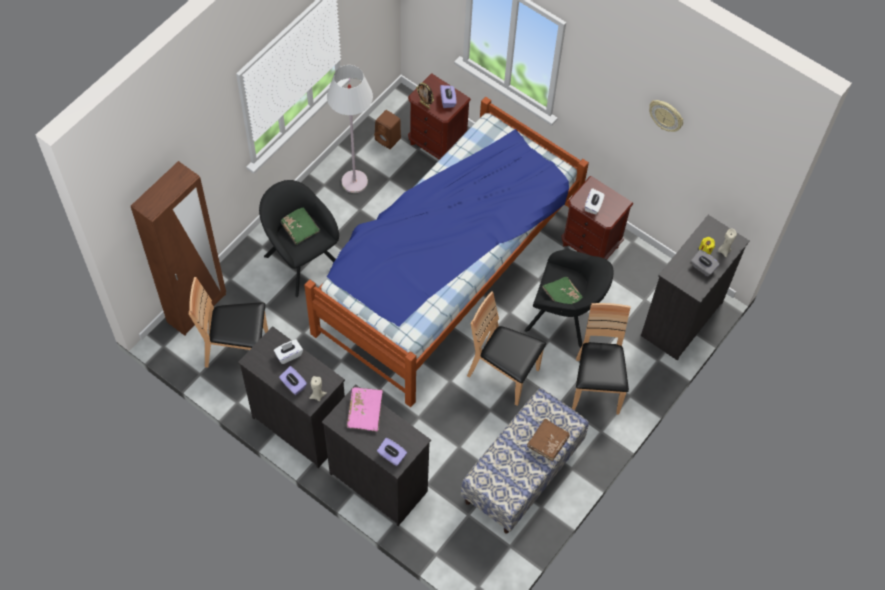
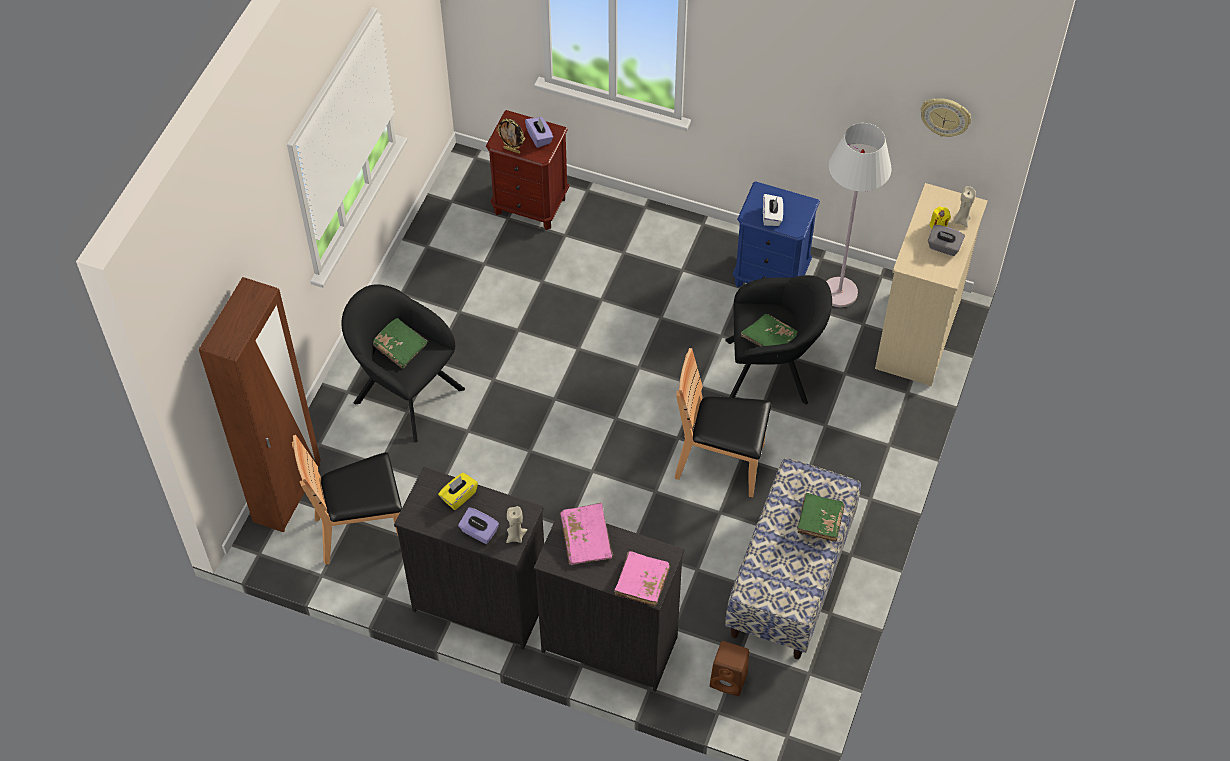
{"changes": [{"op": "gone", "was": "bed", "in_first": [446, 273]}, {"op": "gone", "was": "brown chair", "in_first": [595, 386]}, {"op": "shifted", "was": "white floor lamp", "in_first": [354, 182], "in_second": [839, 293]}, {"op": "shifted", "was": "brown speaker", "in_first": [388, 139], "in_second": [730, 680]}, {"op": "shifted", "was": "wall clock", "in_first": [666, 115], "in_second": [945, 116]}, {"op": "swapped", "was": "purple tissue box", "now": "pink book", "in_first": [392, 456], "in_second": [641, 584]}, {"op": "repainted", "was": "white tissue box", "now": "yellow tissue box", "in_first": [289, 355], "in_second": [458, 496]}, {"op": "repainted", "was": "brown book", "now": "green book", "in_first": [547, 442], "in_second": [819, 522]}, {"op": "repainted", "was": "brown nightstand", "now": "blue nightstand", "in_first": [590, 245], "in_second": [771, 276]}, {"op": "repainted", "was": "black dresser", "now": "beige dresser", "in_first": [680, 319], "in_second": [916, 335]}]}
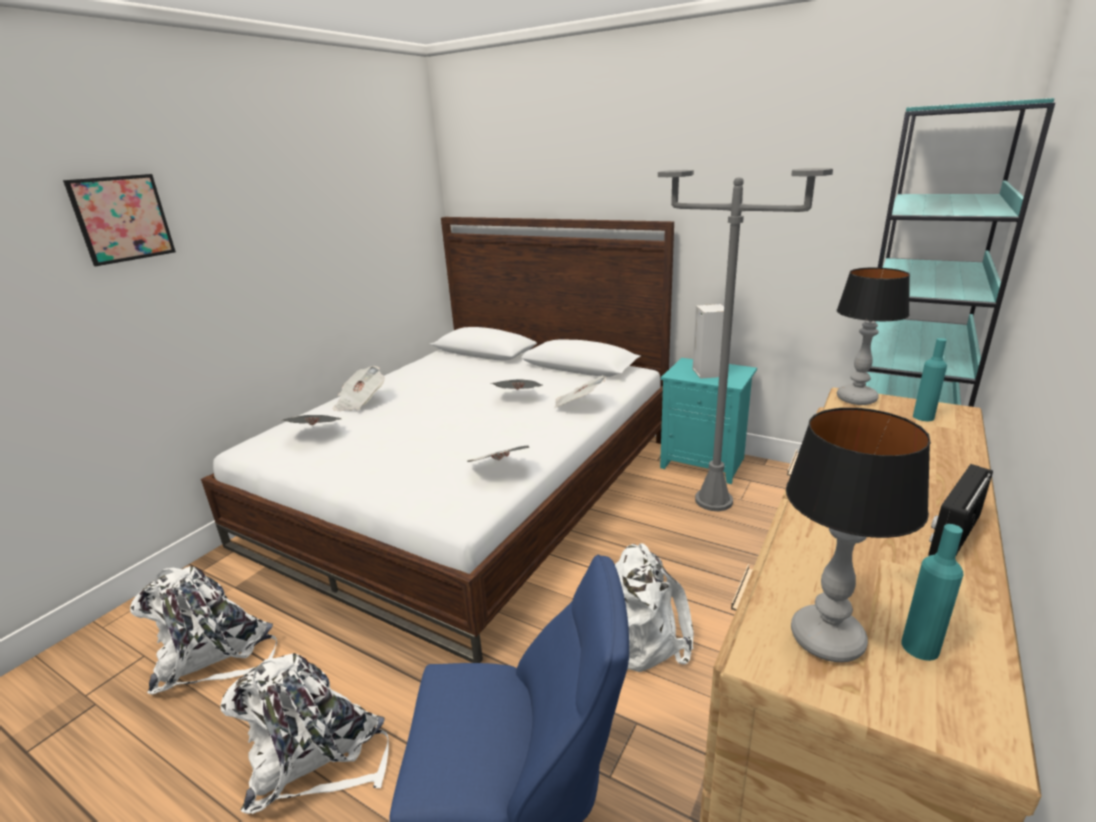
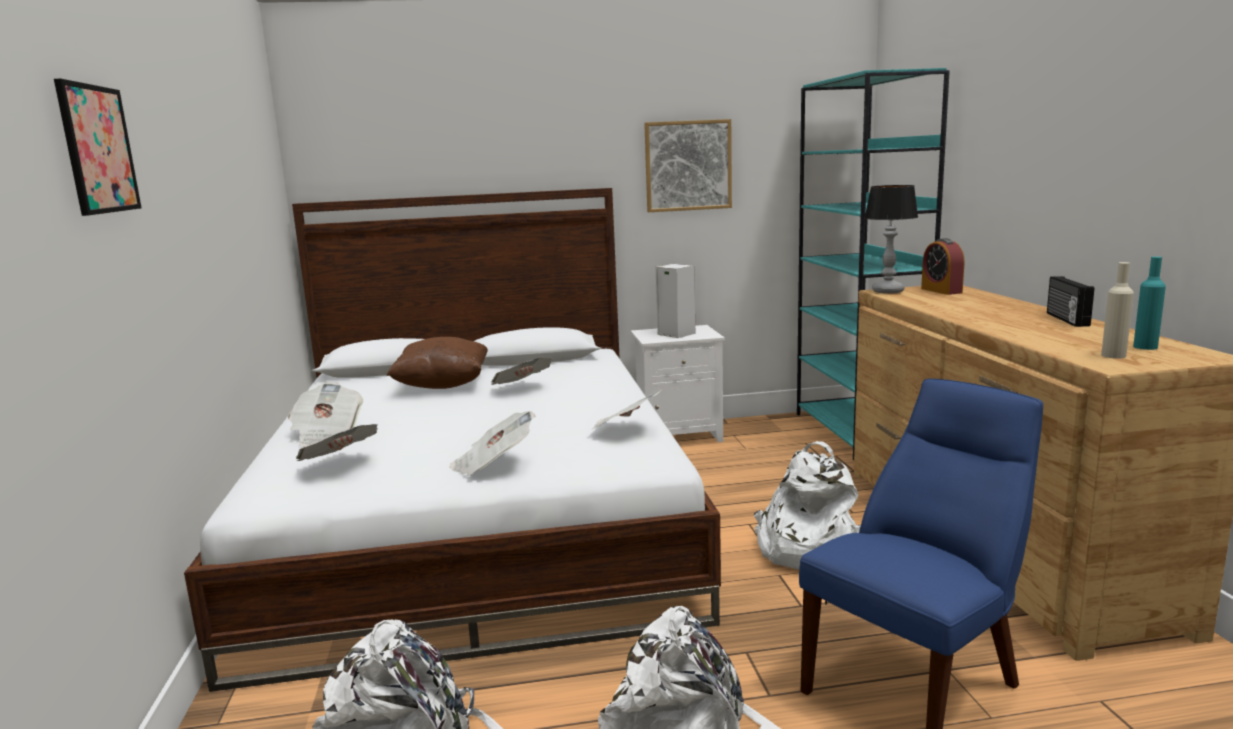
{"changes": [{"op": "gone", "was": "grey floor lamp", "in_first": [713, 500]}, {"op": "new", "now": "brown pillow", "in_second": [443, 385]}, {"op": "new", "now": "picture", "in_second": [688, 166]}, {"op": "shifted", "was": "newspaper", "in_first": [578, 405], "in_second": [493, 465]}, {"op": "swapped", "was": "table lamp", "now": "beige bottle", "in_first": [826, 639], "in_second": [1113, 355]}, {"op": "swapped", "was": "turquoise bottle", "now": "alarm clock", "in_first": [923, 417], "in_second": [941, 291]}, {"op": "repainted", "was": "turquoise nightstand", "now": "white nightstand", "in_first": [705, 463], "in_second": [679, 435]}]}
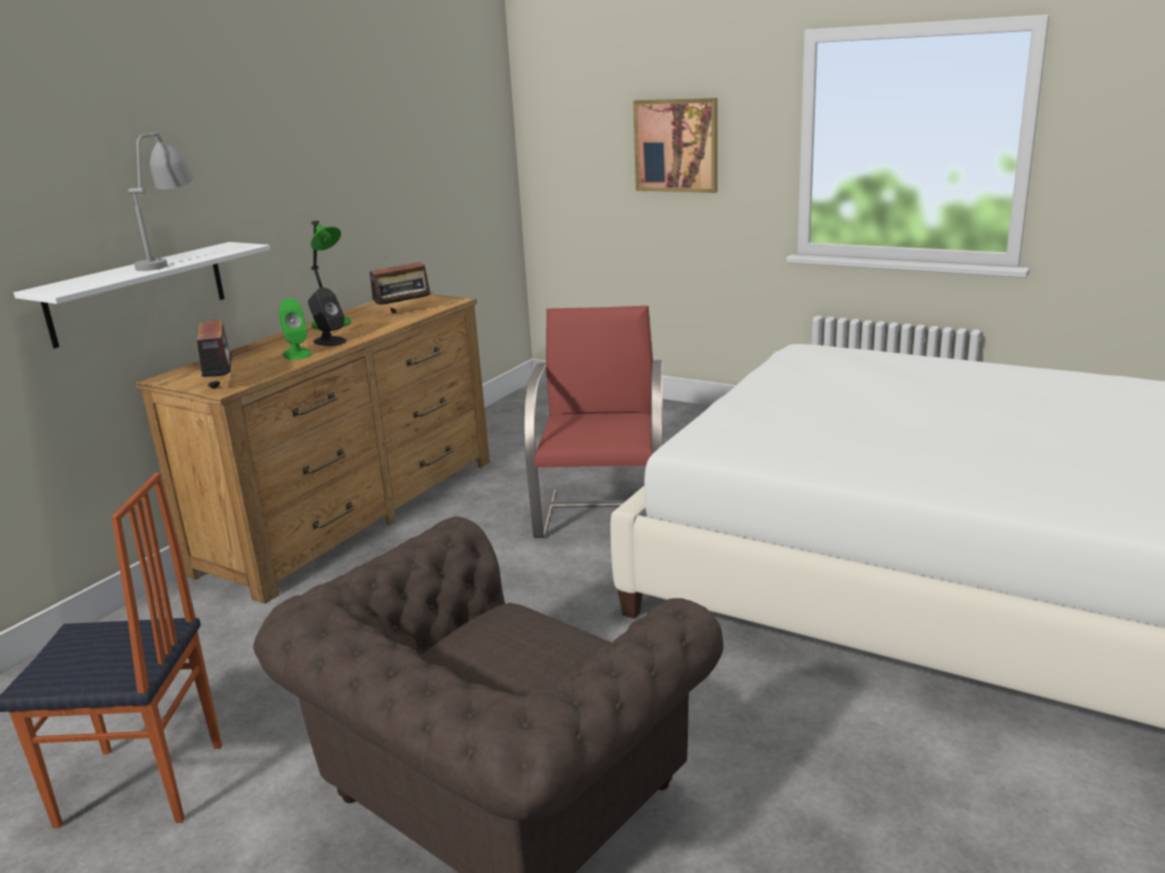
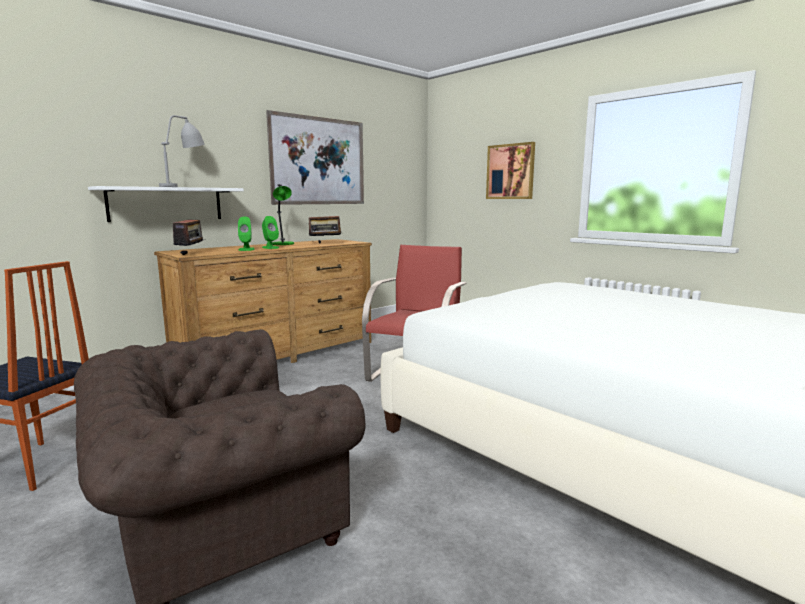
{"changes": [{"op": "new", "now": "picture", "in_second": [318, 161]}, {"op": "repainted", "was": "black speaker", "now": "green speaker", "in_first": [329, 341], "in_second": [270, 247]}]}
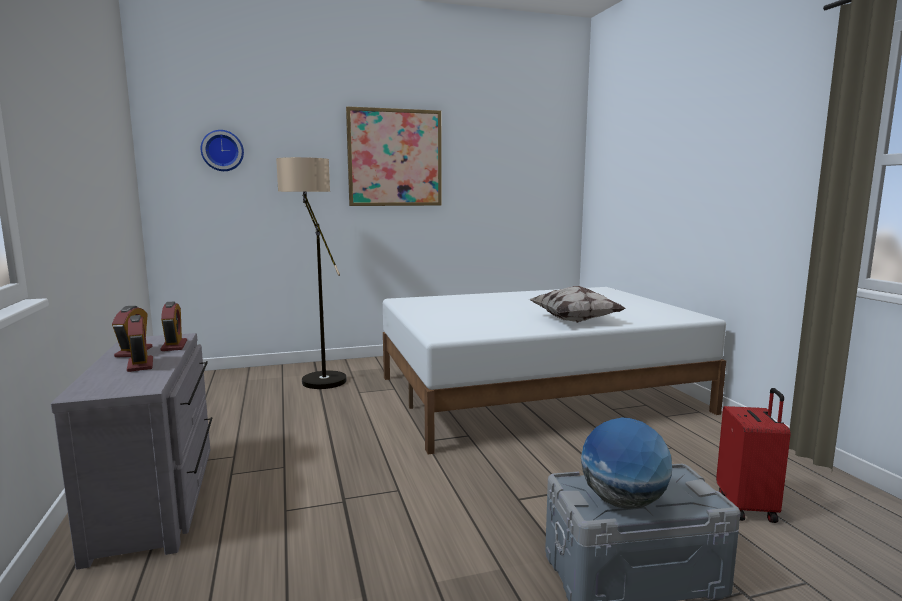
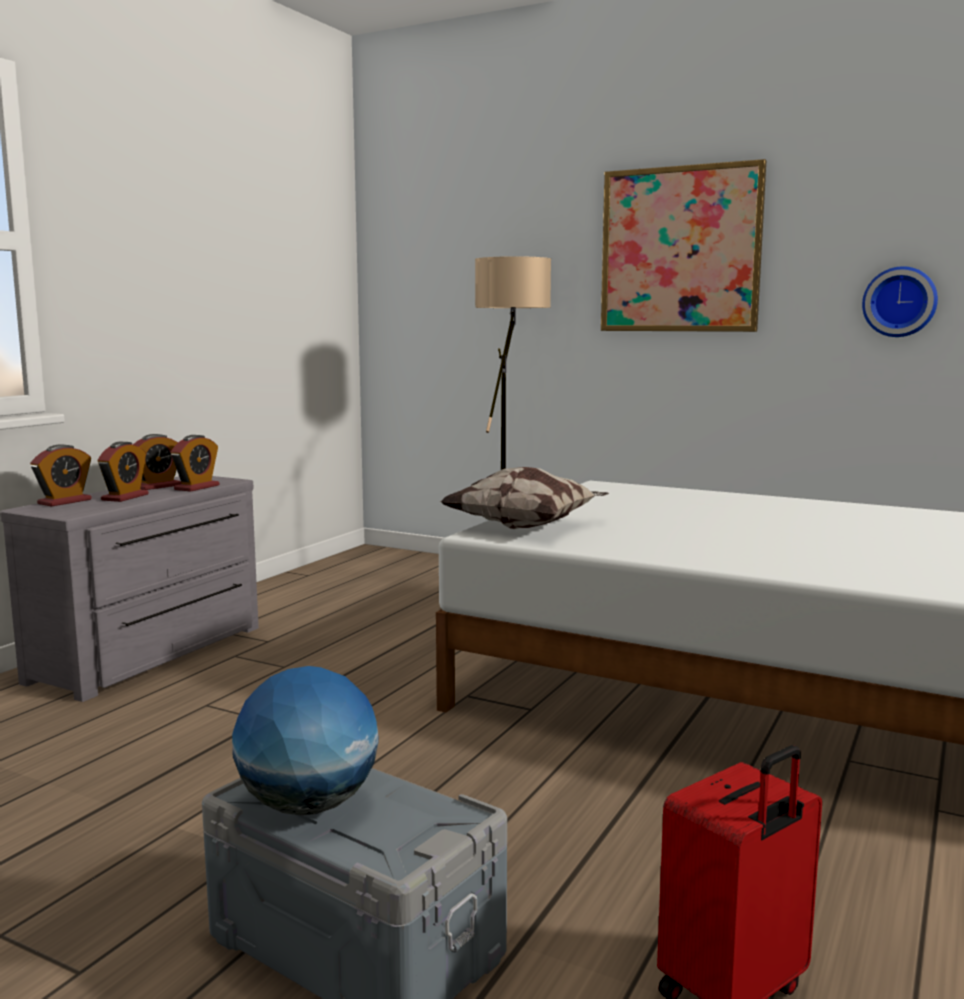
{"changes": [{"op": "new", "now": "alarm clock", "in_second": [64, 501]}, {"op": "shifted", "was": "wall clock", "in_first": [222, 150], "in_second": [899, 302]}, {"op": "shifted", "was": "pillow", "in_first": [575, 320], "in_second": [526, 526]}]}
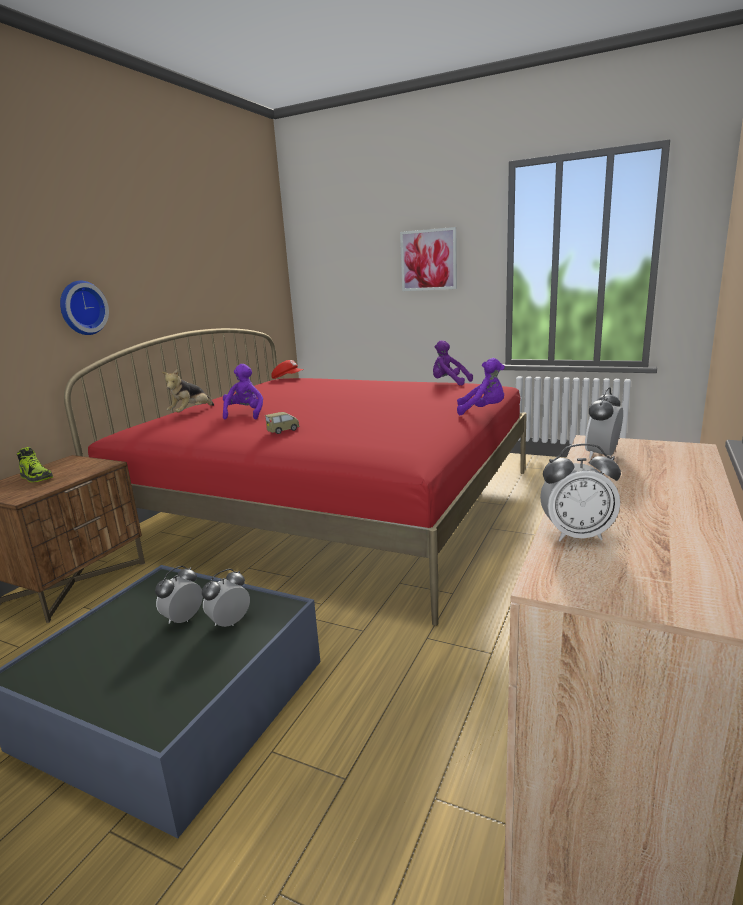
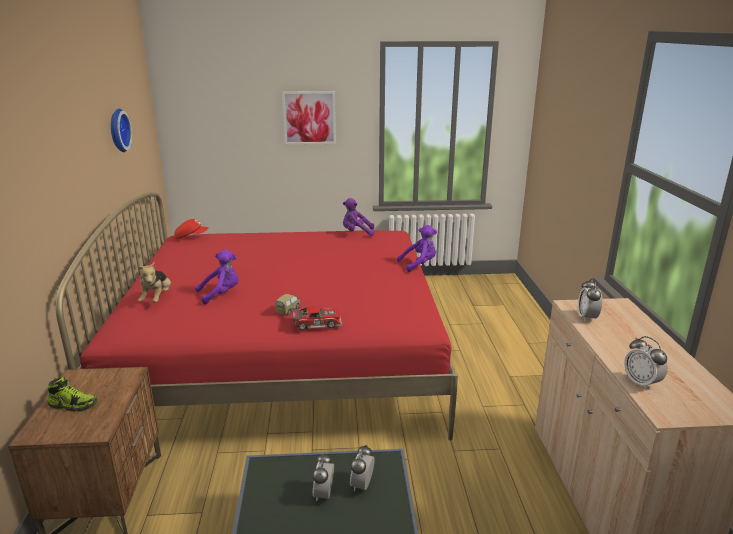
{"changes": [{"op": "new", "now": "toy car", "in_second": [317, 322]}, {"op": "shifted", "was": "wall clock", "in_first": [81, 308], "in_second": [117, 130]}, {"op": "rotated", "was": "purple plush toy", "in_first": [245, 414], "in_second": [221, 294], "clockwise": 90}, {"op": "rotated", "was": "alarm clock", "in_first": [576, 535], "in_second": [641, 383], "clockwise": 90}]}
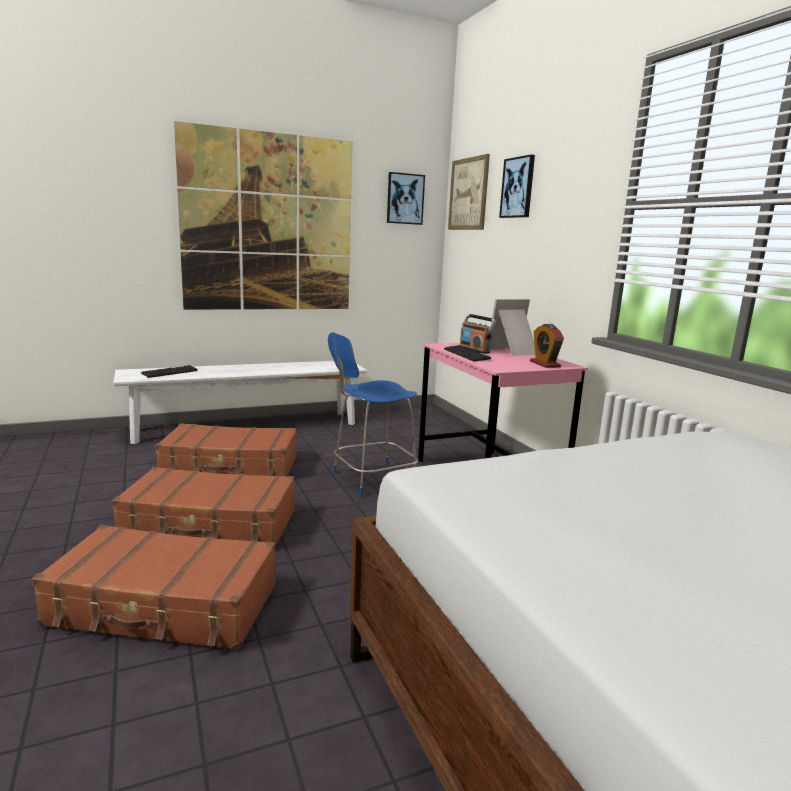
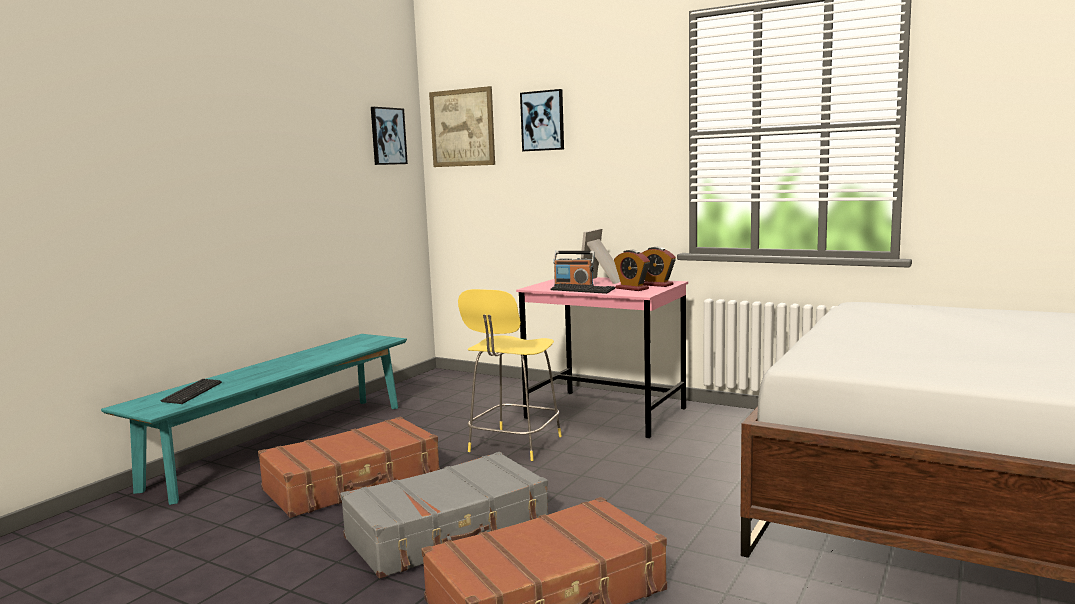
{"changes": [{"op": "gone", "was": "picture", "in_first": [269, 223]}, {"op": "new", "now": "alarm clock", "in_second": [632, 288]}, {"op": "repainted", "was": "brown suitcase", "now": "grey suitcase", "in_first": [210, 525], "in_second": [448, 532]}, {"op": "repainted", "was": "white bench", "now": "turquoise bench", "in_first": [247, 427], "in_second": [284, 444]}, {"op": "repainted", "was": "blue stool", "now": "yellow stool", "in_first": [371, 479], "in_second": [513, 445]}]}
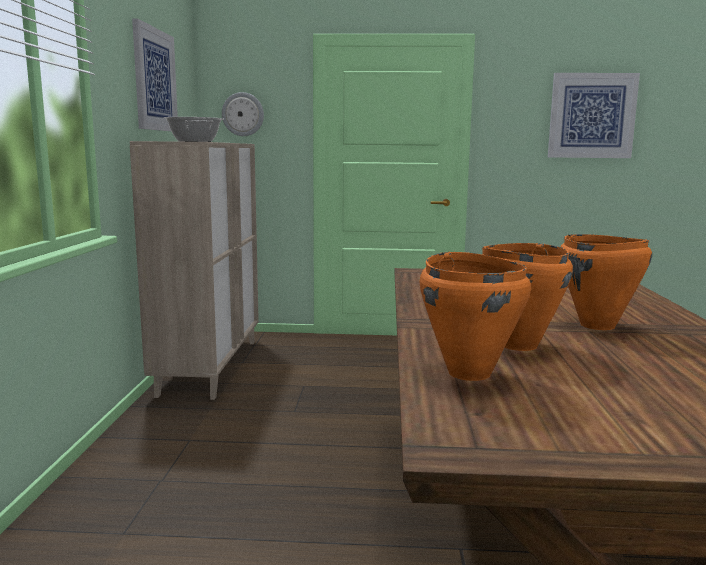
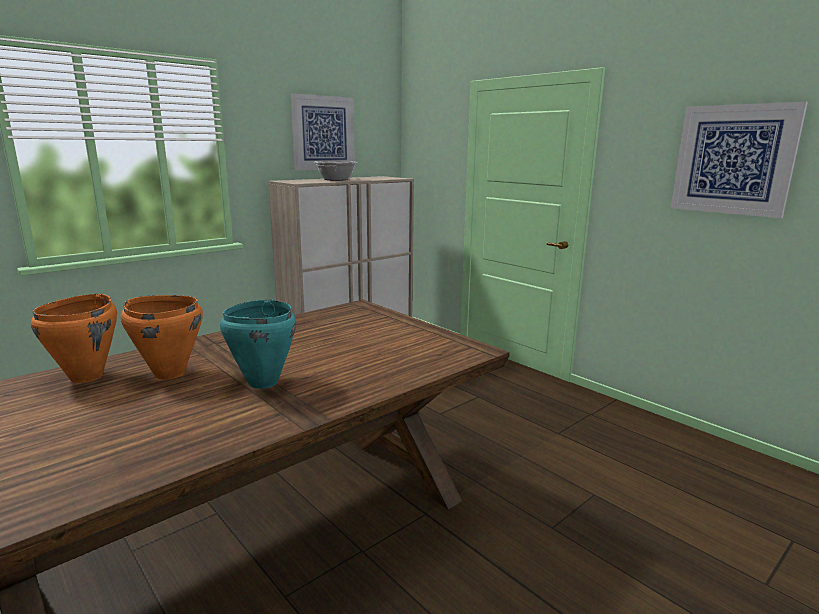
{"changes": [{"op": "gone", "was": "wall clock", "in_first": [243, 114]}, {"op": "repainted", "was": "orange cooking pot", "now": "turquoise cooking pot", "in_first": [597, 326], "in_second": [262, 382]}]}
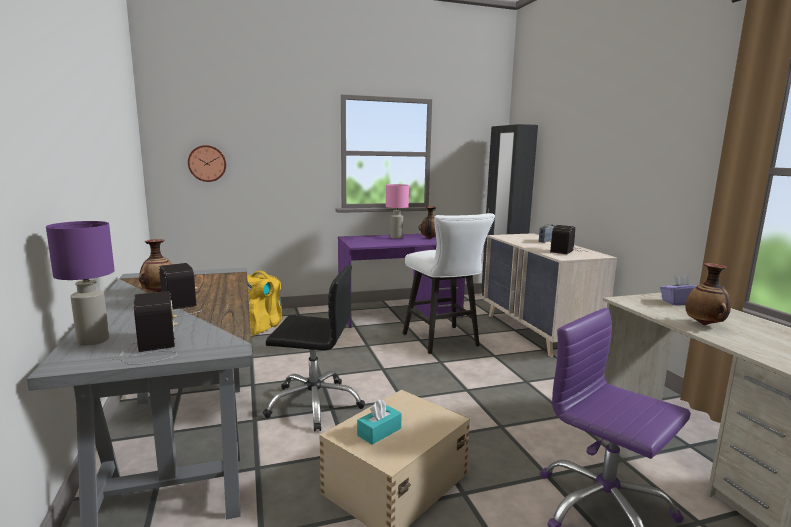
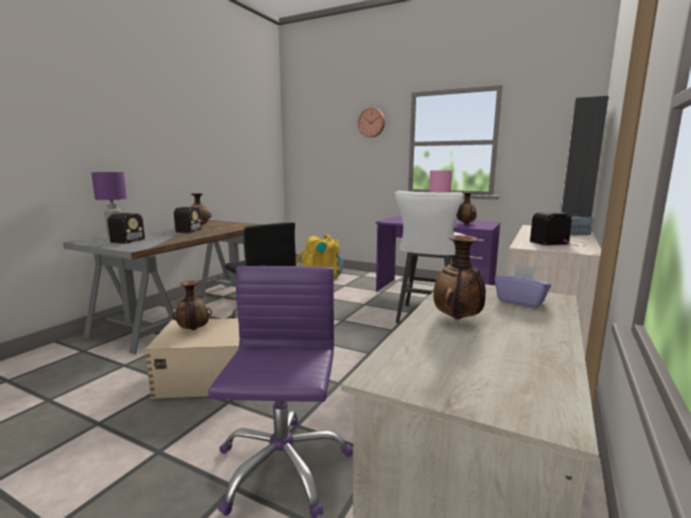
{"changes": [{"op": "shifted", "was": "wall clock", "in_first": [207, 163], "in_second": [371, 122]}, {"op": "swapped", "was": "turquoise tissue box", "now": "vase", "in_first": [379, 432], "in_second": [193, 330]}]}
